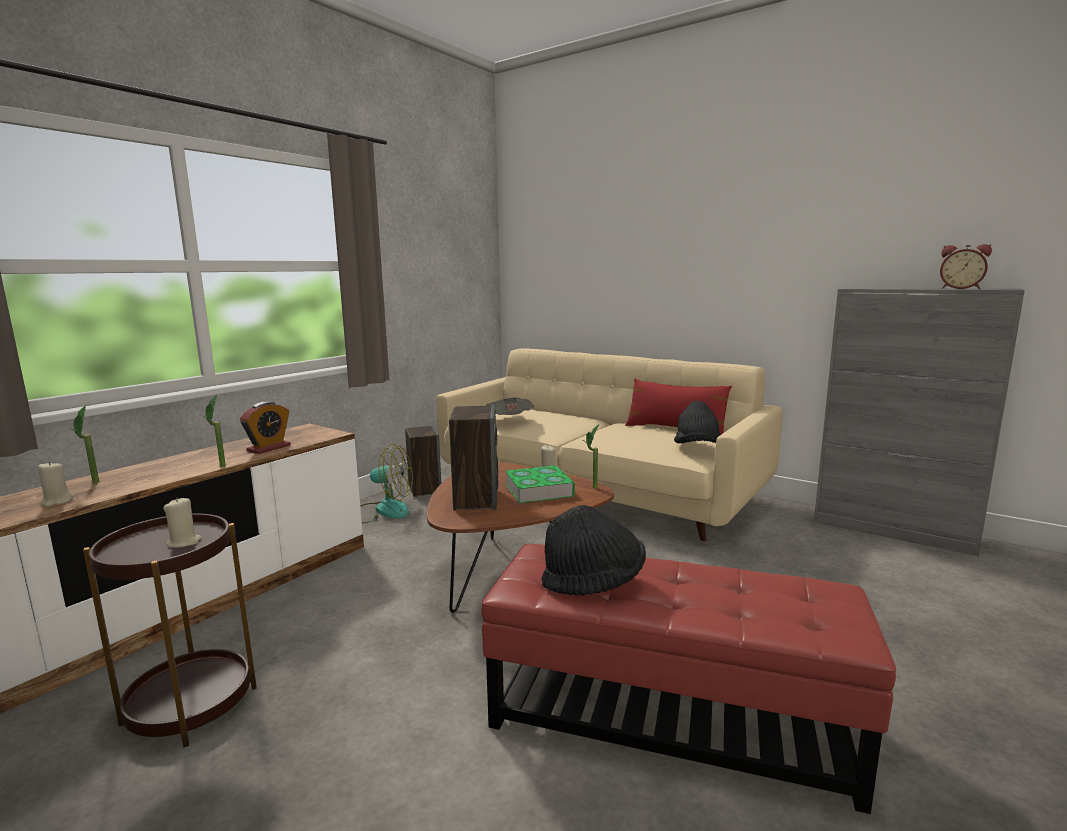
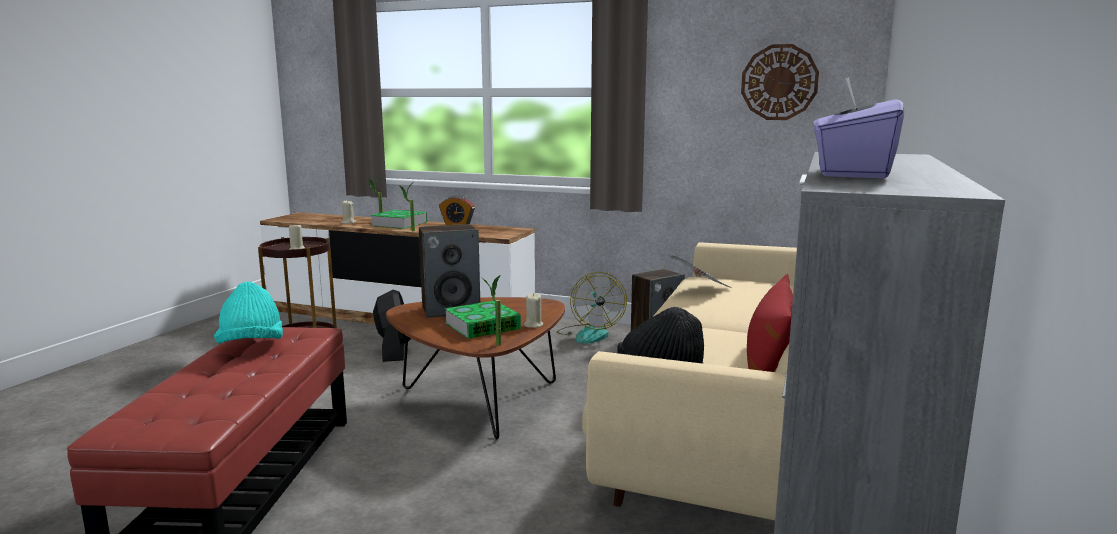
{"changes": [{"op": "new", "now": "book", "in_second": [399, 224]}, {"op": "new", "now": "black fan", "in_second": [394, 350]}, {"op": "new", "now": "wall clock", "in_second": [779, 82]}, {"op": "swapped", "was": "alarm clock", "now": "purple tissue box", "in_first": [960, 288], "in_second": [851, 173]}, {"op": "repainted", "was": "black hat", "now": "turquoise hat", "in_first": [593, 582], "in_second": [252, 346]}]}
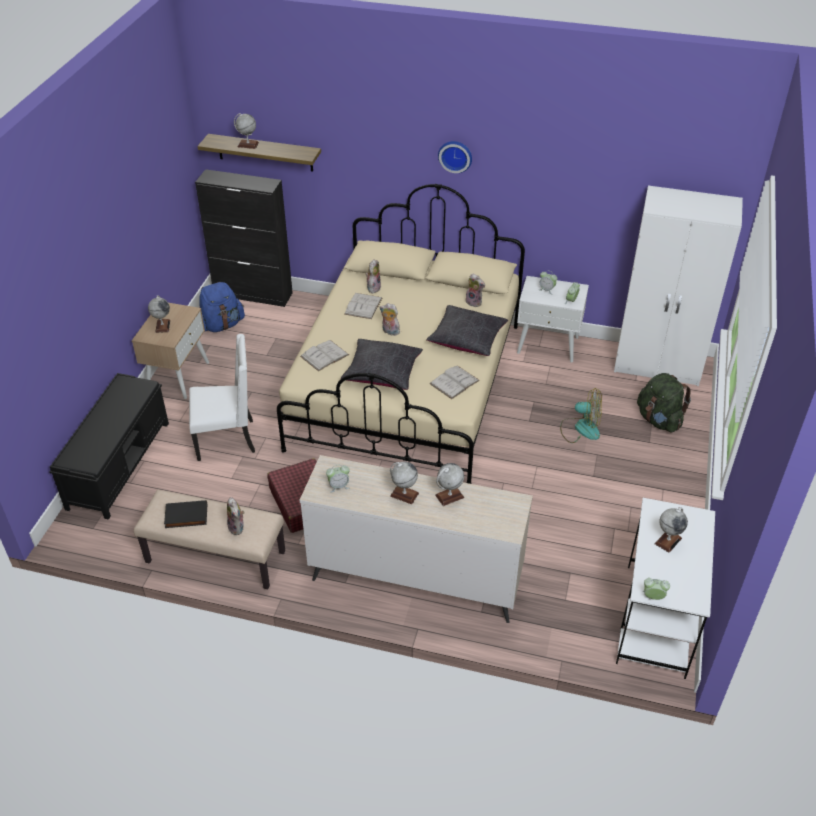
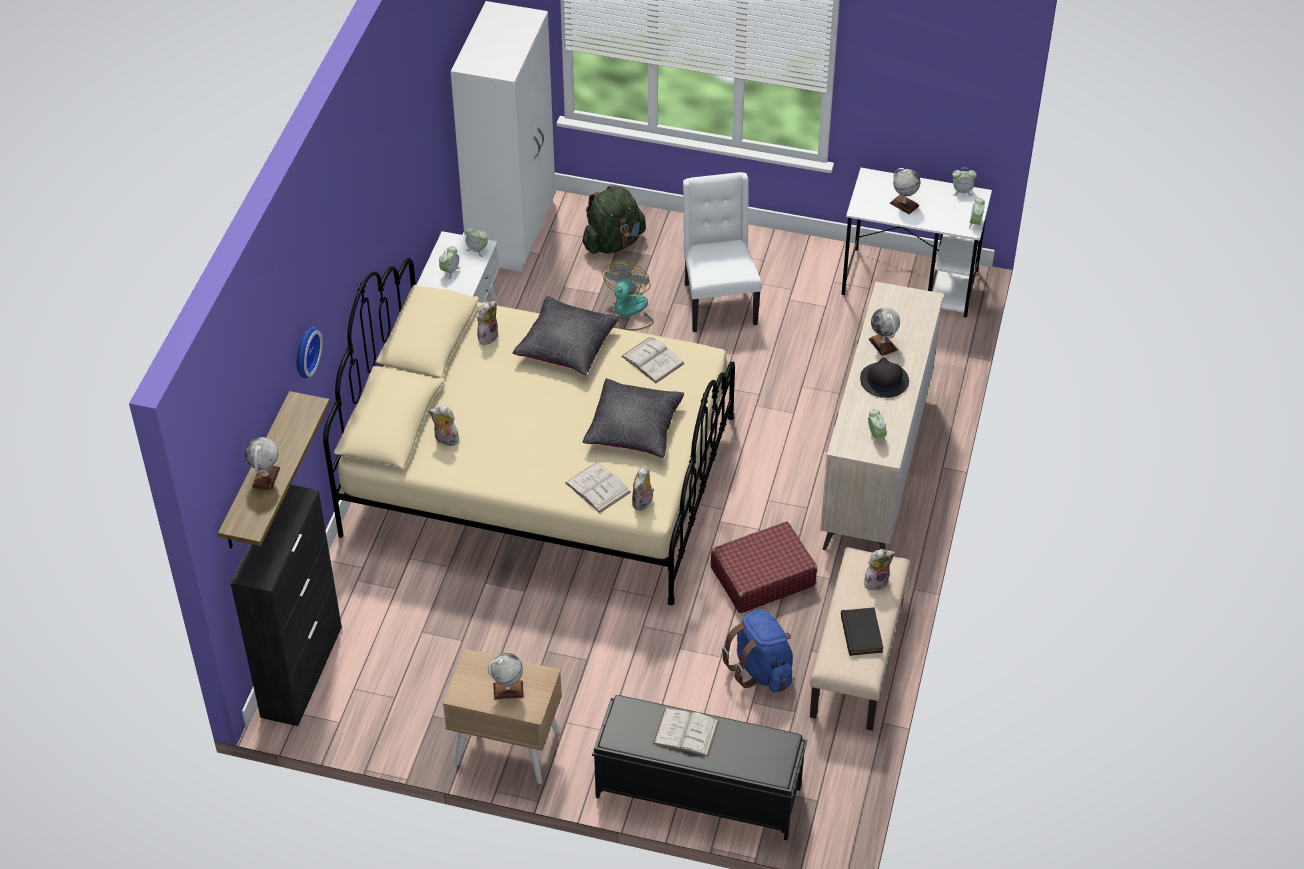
{"changes": [{"op": "new", "now": "alarm clock", "in_second": [962, 191]}, {"op": "shifted", "was": "white chair", "in_first": [227, 439], "in_second": [718, 303]}, {"op": "shifted", "was": "blue backpack", "in_first": [221, 325], "in_second": [761, 669]}, {"op": "shifted", "was": "white book", "in_first": [363, 306], "in_second": [686, 732]}, {"op": "shifted", "was": "plush toy", "in_first": [389, 332], "in_second": [643, 503]}, {"op": "shifted", "was": "wall clock", "in_first": [455, 155], "in_second": [304, 351]}, {"op": "swapped", "was": "globe", "now": "black hat", "in_first": [404, 494], "in_second": [884, 380]}]}
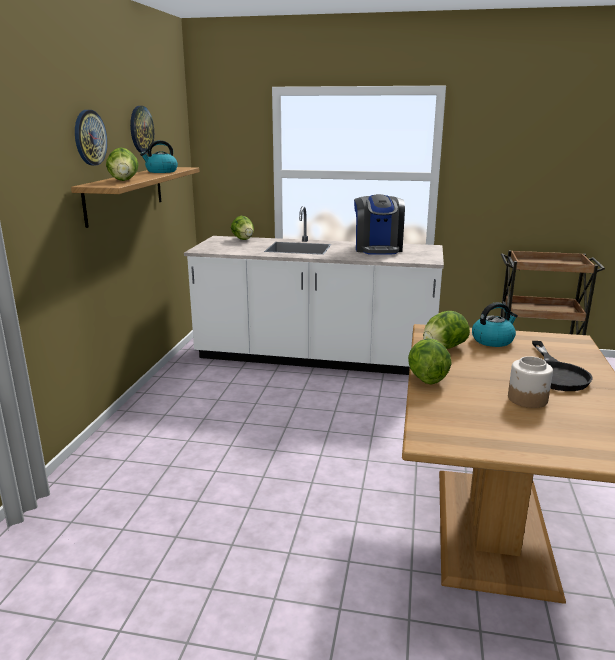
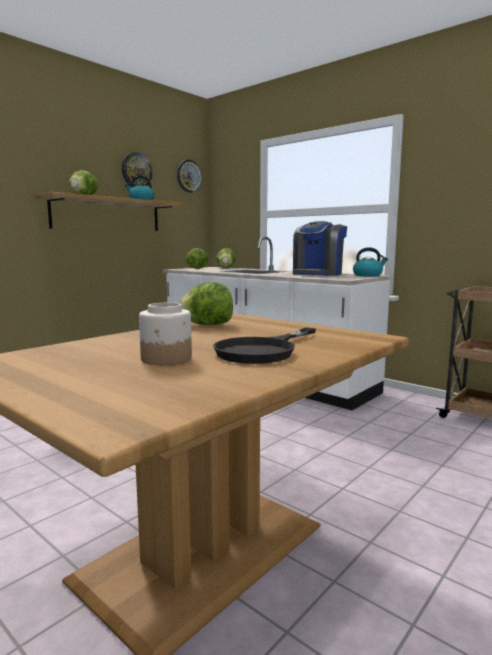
{"changes": [{"op": "shifted", "was": "wall clock", "in_first": [89, 137], "in_second": [188, 176]}, {"op": "shifted", "was": "lettuce", "in_first": [426, 378], "in_second": [198, 268]}, {"op": "shifted", "was": "kettle", "in_first": [493, 340], "in_second": [368, 275]}]}
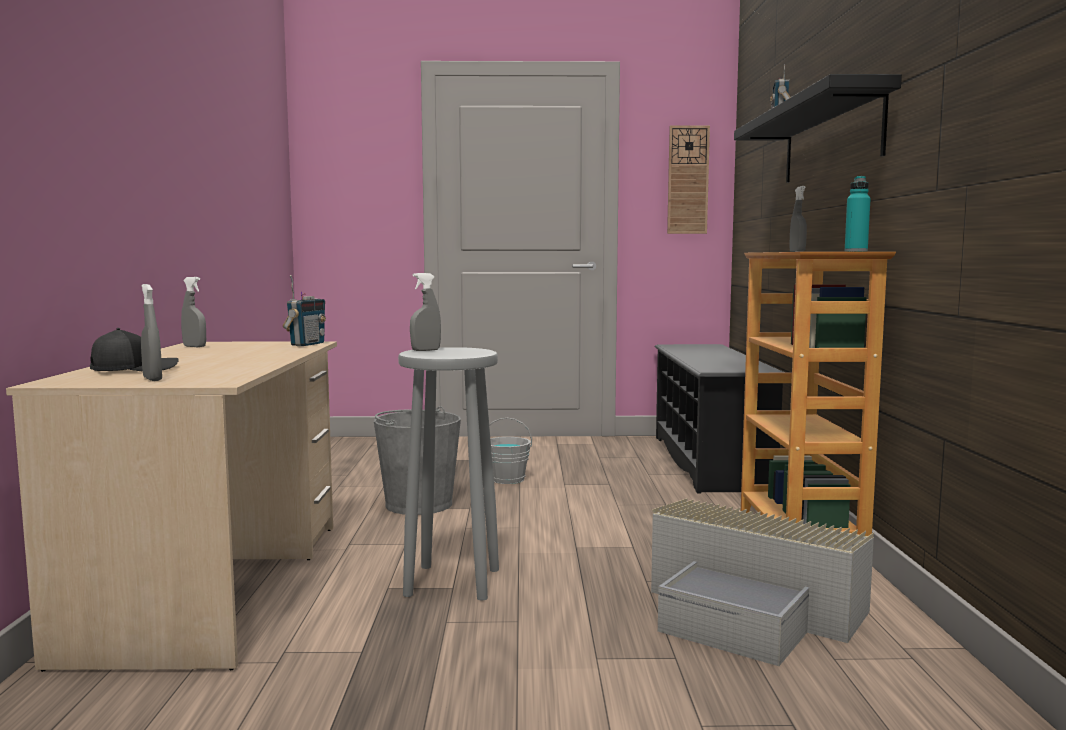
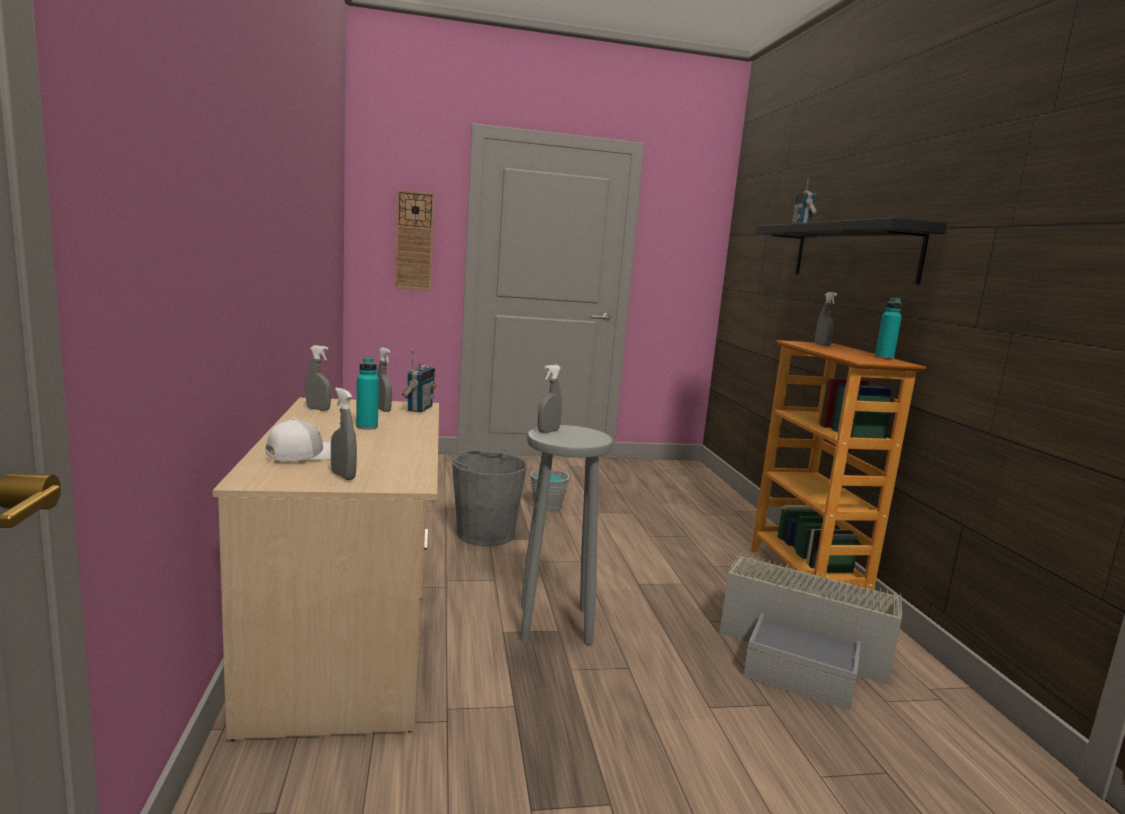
{"changes": [{"op": "gone", "was": "black shoe rack", "in_first": [709, 461]}, {"op": "new", "now": "turquoise bottle", "in_second": [367, 427]}, {"op": "new", "now": "grey spray bottle", "in_second": [383, 410]}, {"op": "shifted", "was": "wall clock", "in_first": [688, 180], "in_second": [414, 241]}, {"op": "repainted", "was": "black cap", "now": "white cap", "in_first": [133, 369], "in_second": [304, 454]}]}
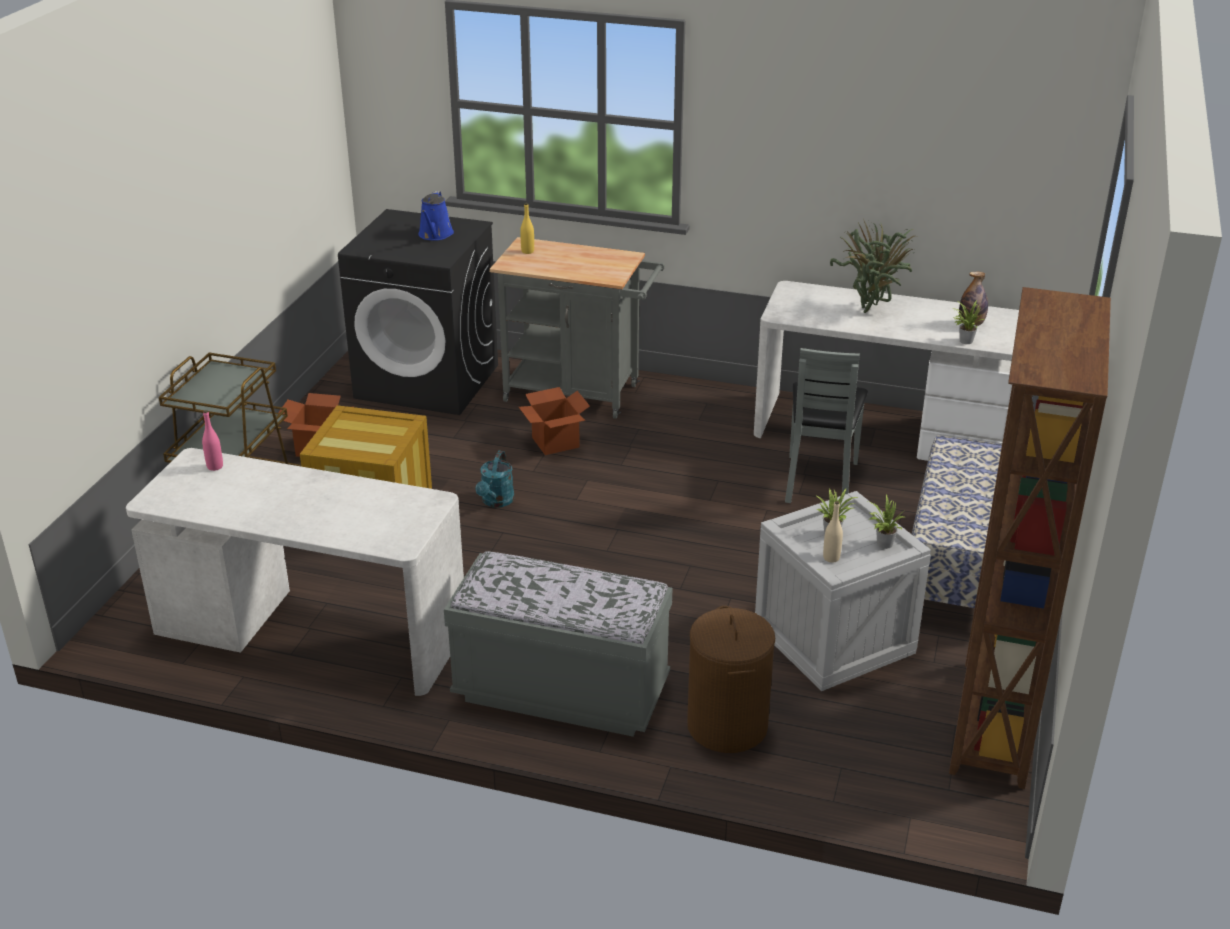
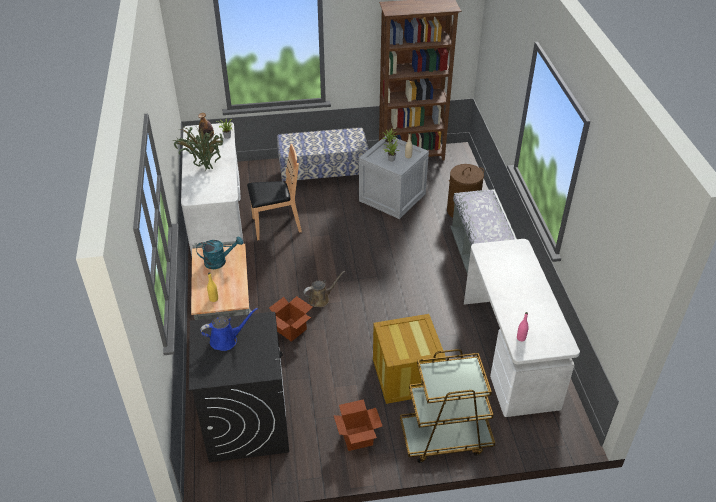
{"changes": [{"op": "new", "now": "brown watering can", "in_second": [321, 299]}, {"op": "shifted", "was": "turquoise watering can", "in_first": [496, 502], "in_second": [219, 261]}, {"op": "repainted", "was": "grey chair", "now": "brown chair", "in_first": [820, 481], "in_second": [276, 226]}]}
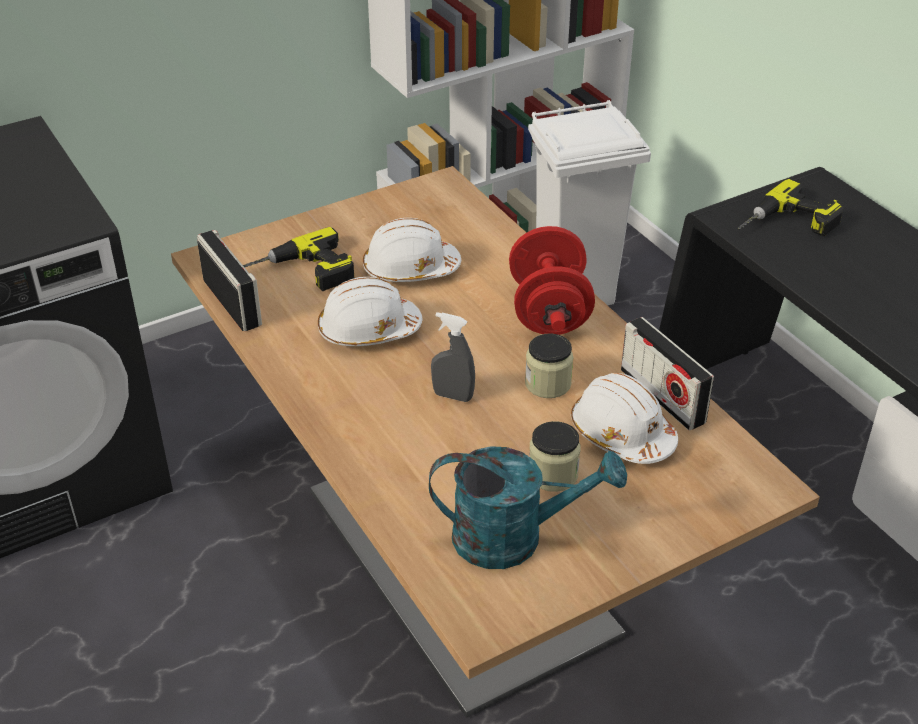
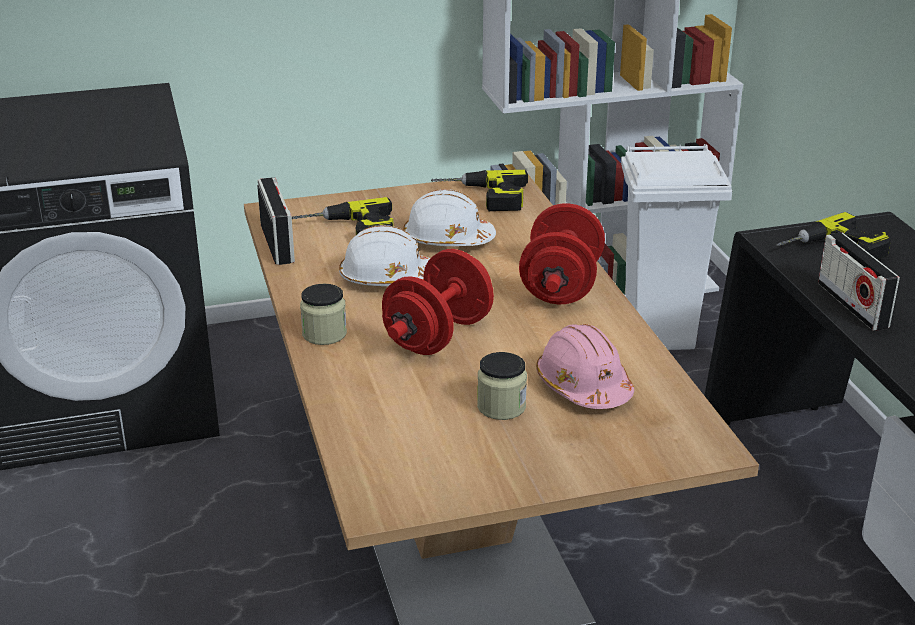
{"changes": [{"op": "gone", "was": "turquoise watering can", "in_first": [514, 537]}, {"op": "new", "now": "power drill", "in_second": [481, 197]}, {"op": "shifted", "was": "jar", "in_first": [548, 384], "in_second": [324, 334]}, {"op": "shifted", "was": "radio", "in_first": [662, 396], "in_second": [852, 305]}, {"op": "swapped", "was": "grey spray bottle", "now": "red dumbbell", "in_first": [453, 396], "in_second": [438, 335]}, {"op": "repainted", "was": "white hard hat", "now": "pink hard hat", "in_first": [621, 434], "in_second": [583, 386]}]}
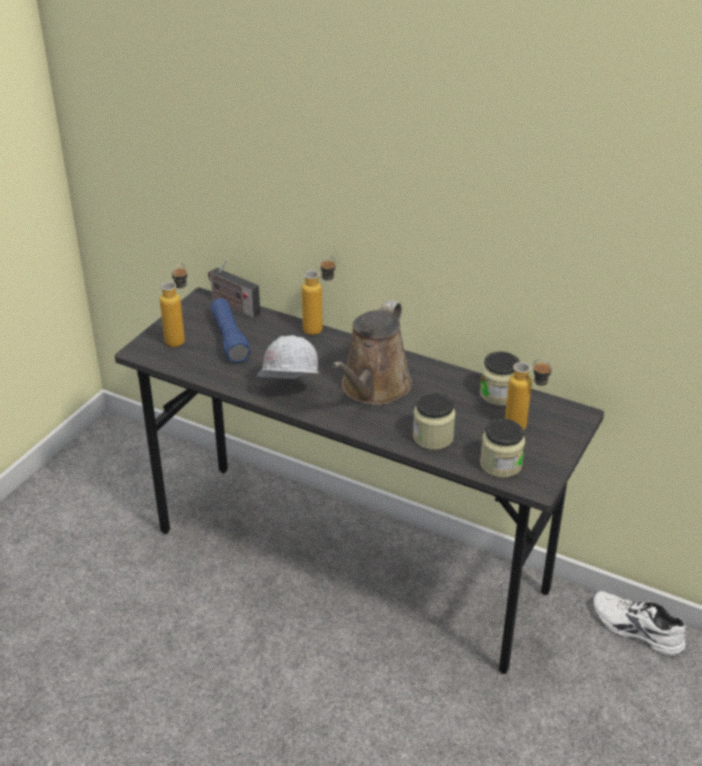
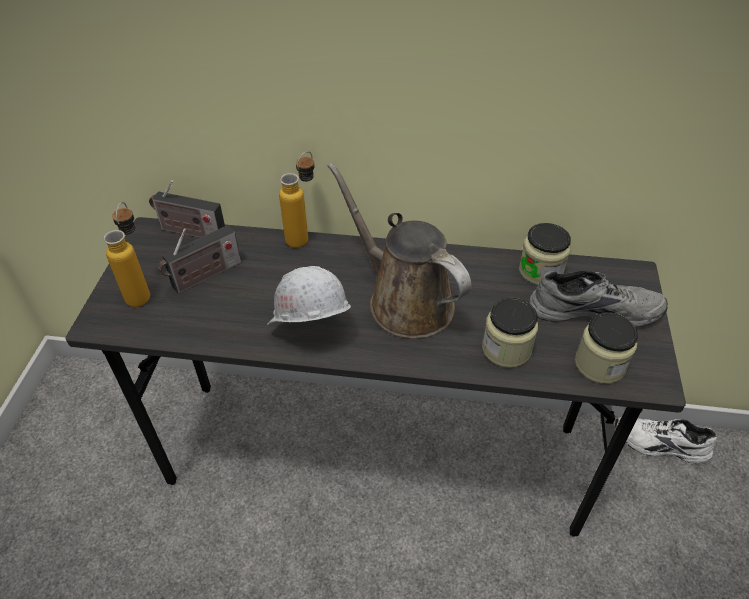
{"changes": [{"op": "swapped", "was": "blue flashlight", "now": "radio", "in_first": [229, 338], "in_second": [204, 277]}, {"op": "swapped", "was": "bottle", "now": "grey shoe", "in_first": [524, 429], "in_second": [593, 308]}, {"op": "rotated", "was": "brown watering can", "in_first": [373, 389], "in_second": [404, 301], "clockwise": 135}]}
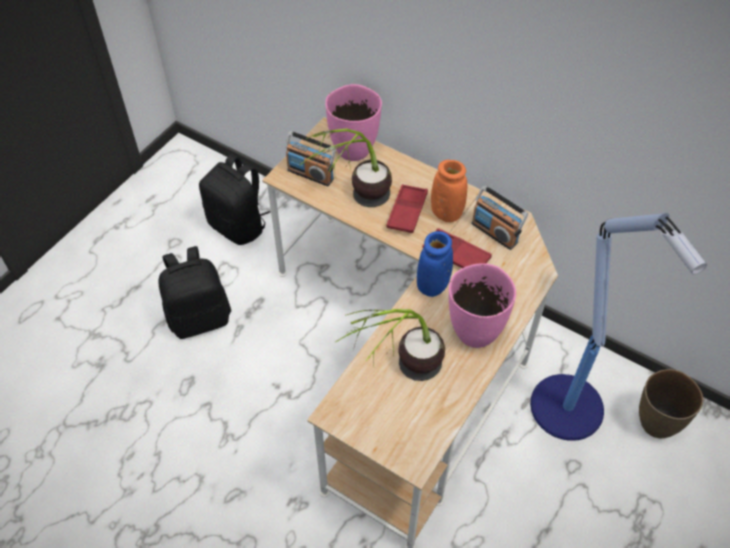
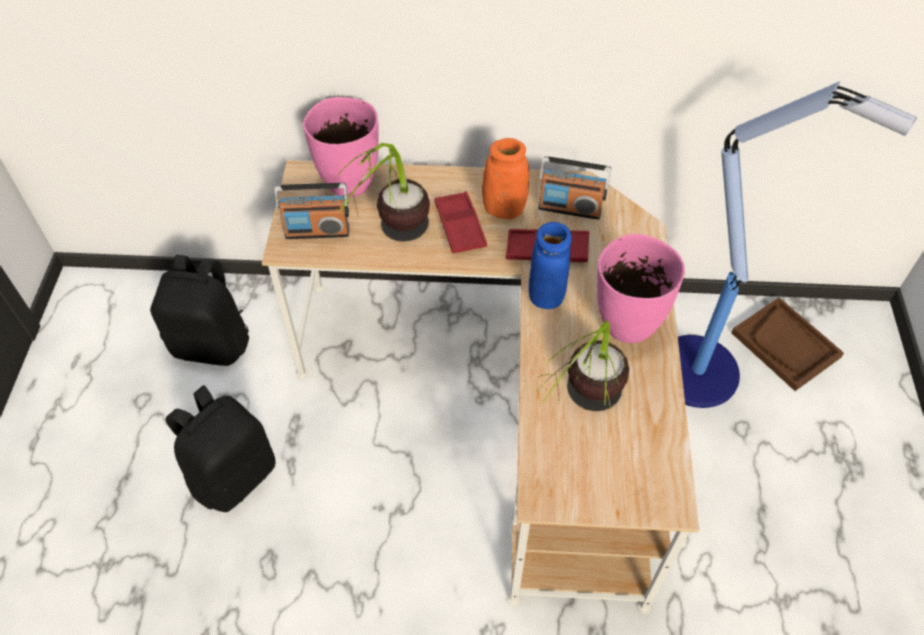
{"changes": [{"op": "swapped", "was": "brown vase", "now": "brown tray", "in_first": [655, 423], "in_second": [785, 345]}]}
